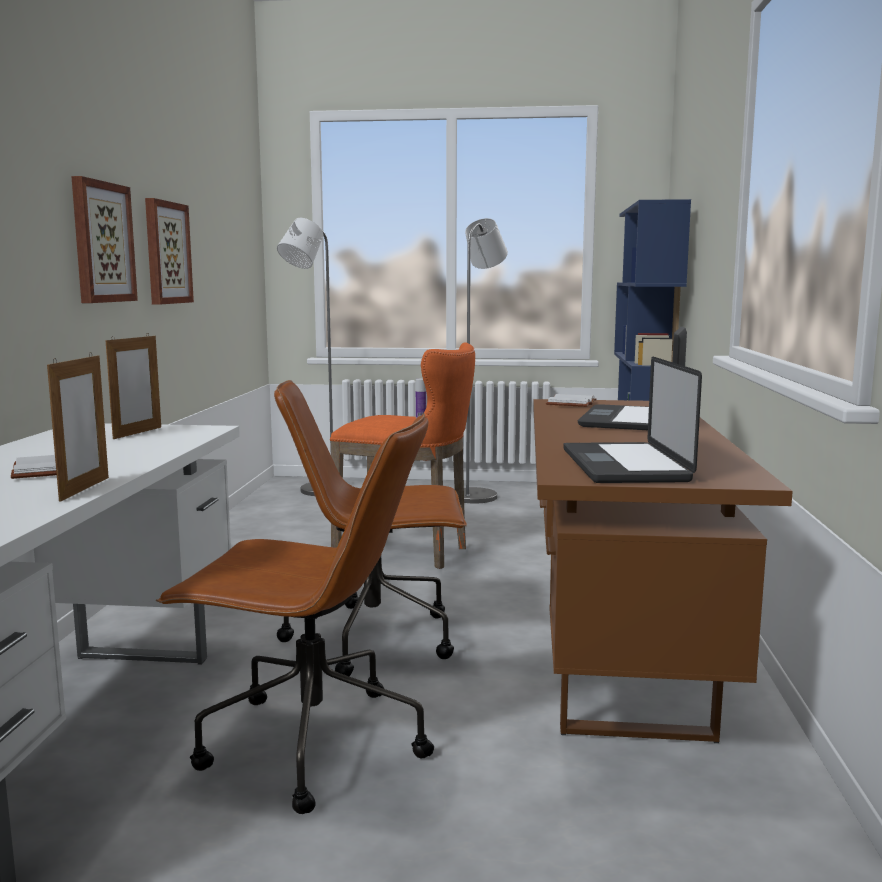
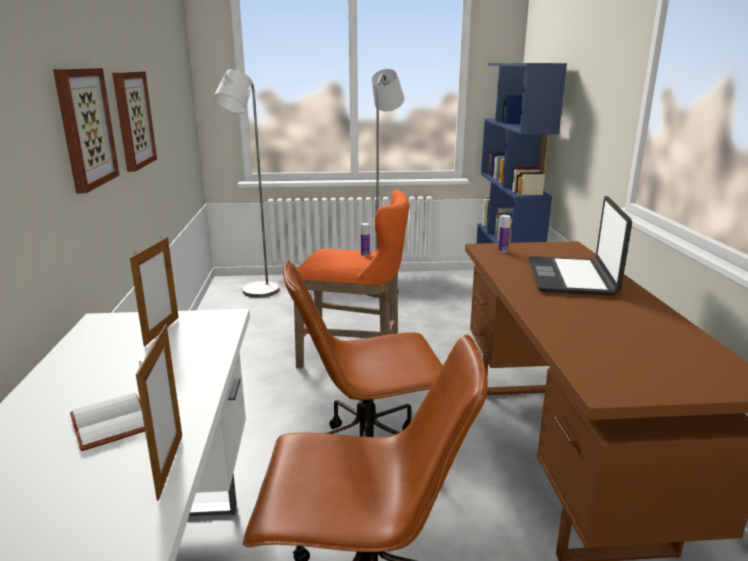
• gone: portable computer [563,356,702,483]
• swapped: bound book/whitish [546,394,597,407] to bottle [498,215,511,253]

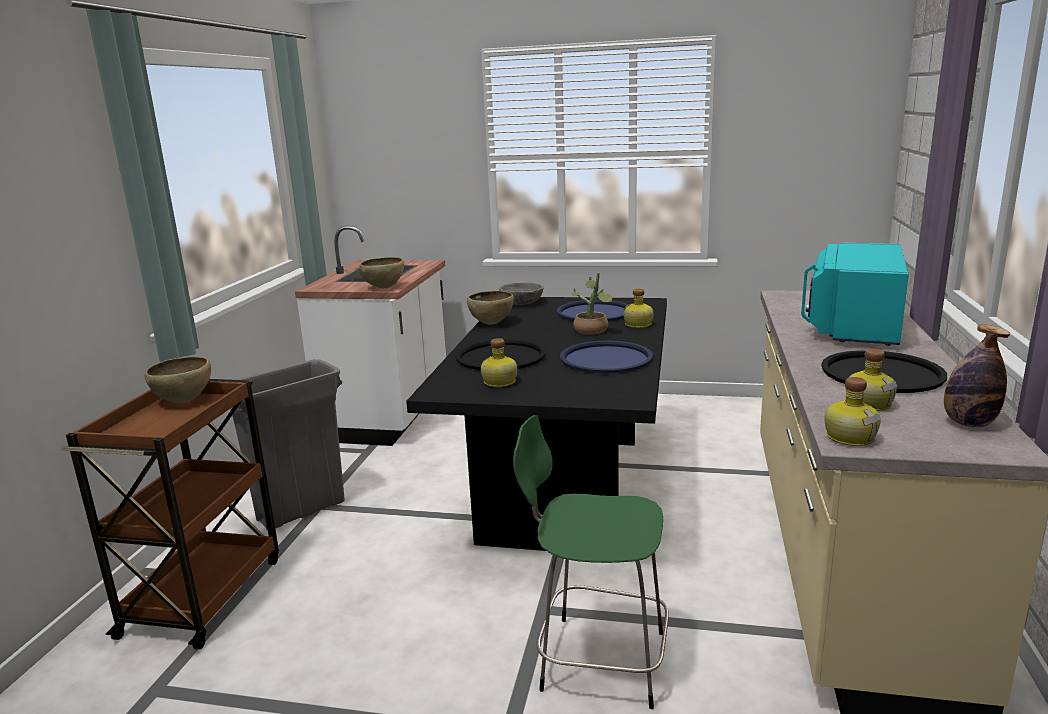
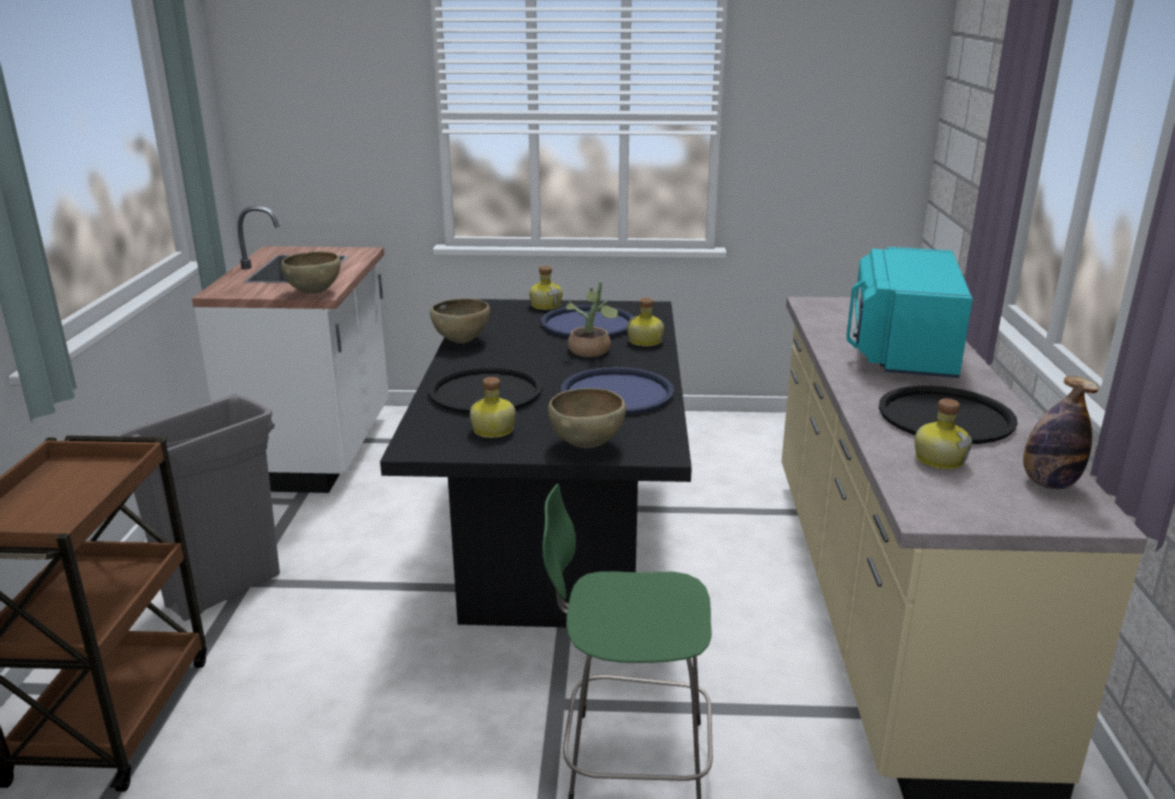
• gone: serving bowl/gray [499,282,544,305]
• shifted: serving bowl/brown [145,357,211,403] to [548,388,626,448]
• shifted: bottle [824,377,881,446] to [529,266,562,310]

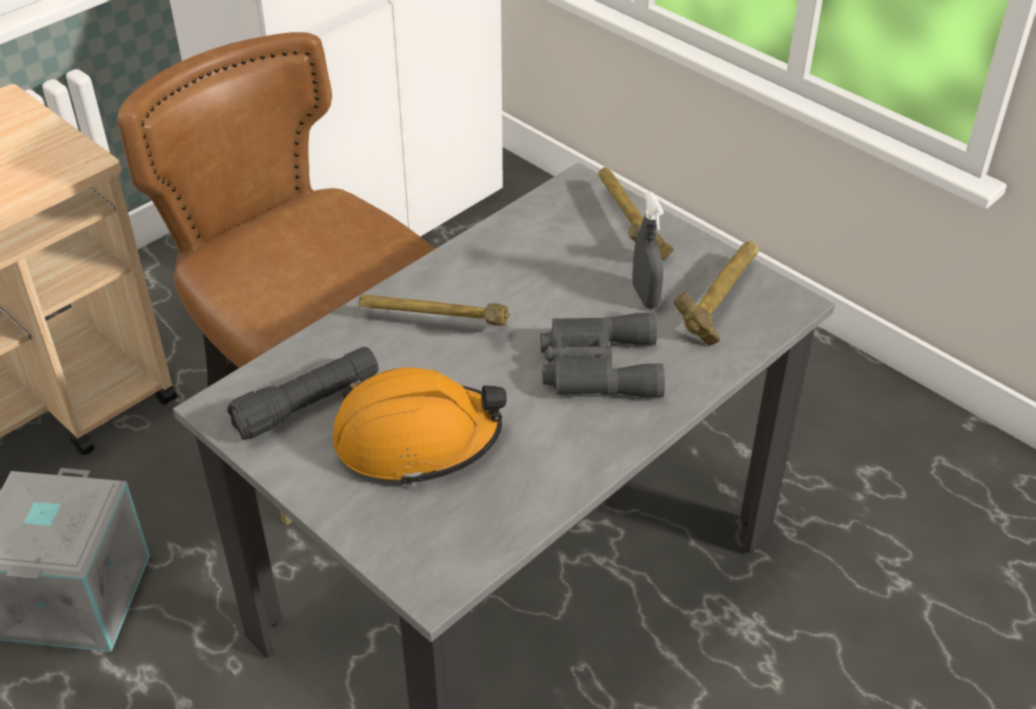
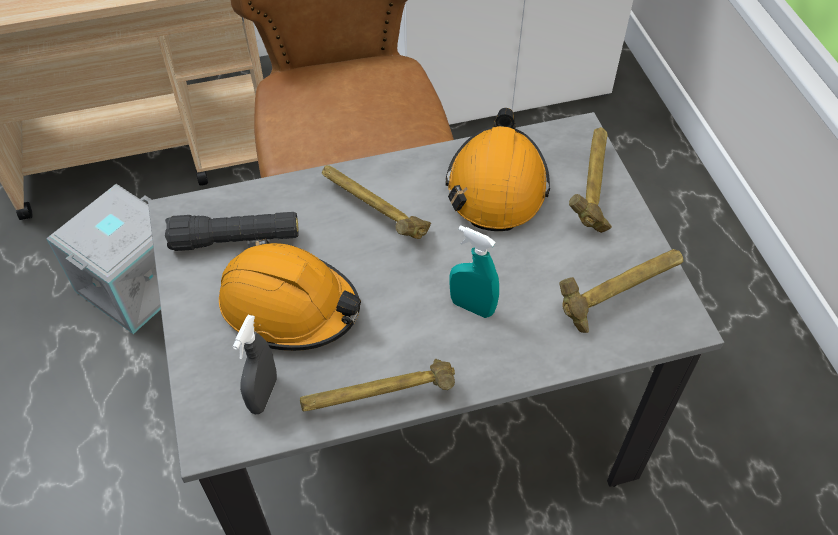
• new: hand hammer [300,359,455,411]
• new: safety helmet/orange [445,108,550,231]
• shifted: sprayer/gray [633,192,664,309] to [233,315,277,415]
• swapped: field glasses/gray [541,313,665,397] to sprayer/turquoise-coloured [449,225,499,318]

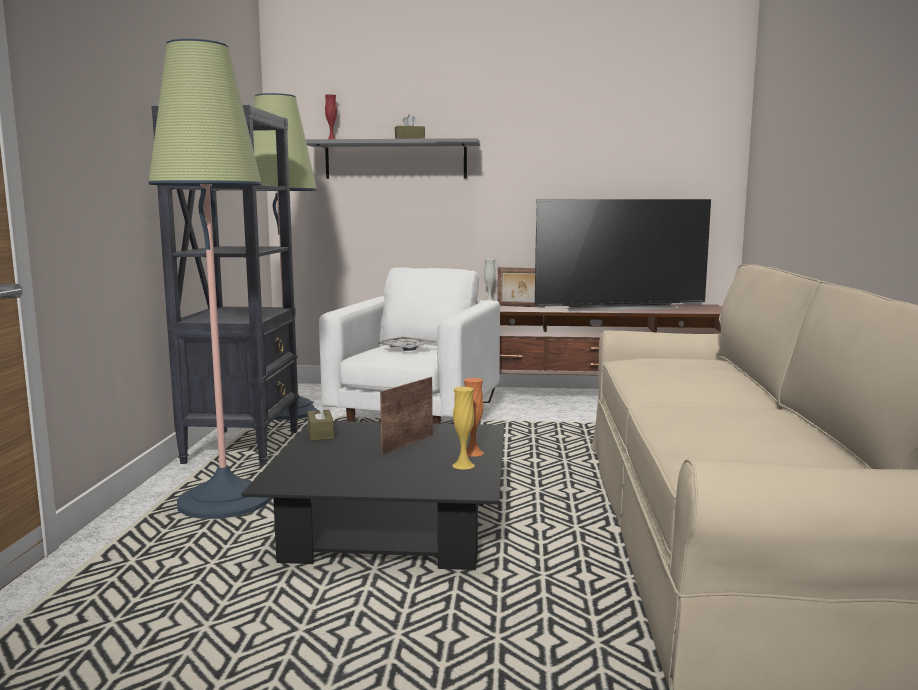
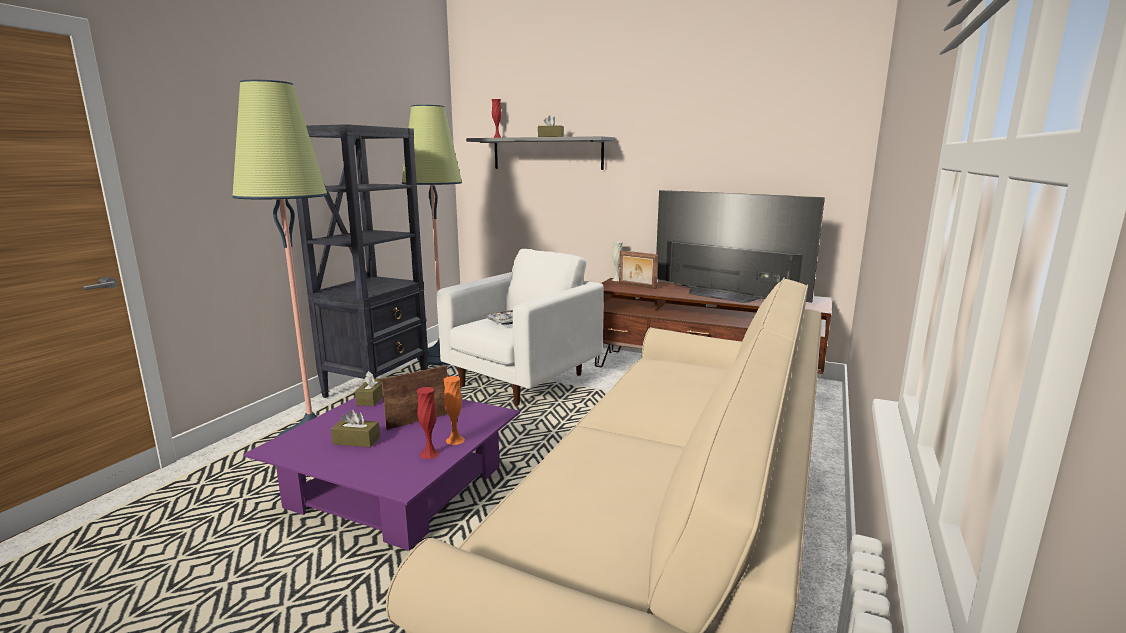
• new: box of tissues/brown [331,410,380,447]
• repainted: coffee table/blackish [241,421,504,570] to coffee table/purplish [244,397,520,551]
• repainted: flower vase/yellow [453,387,475,470] to flower vase/red [417,387,440,459]
• rotated: TV [535,199,711,311] = [656,190,825,303] 150 degrees counterclockwise

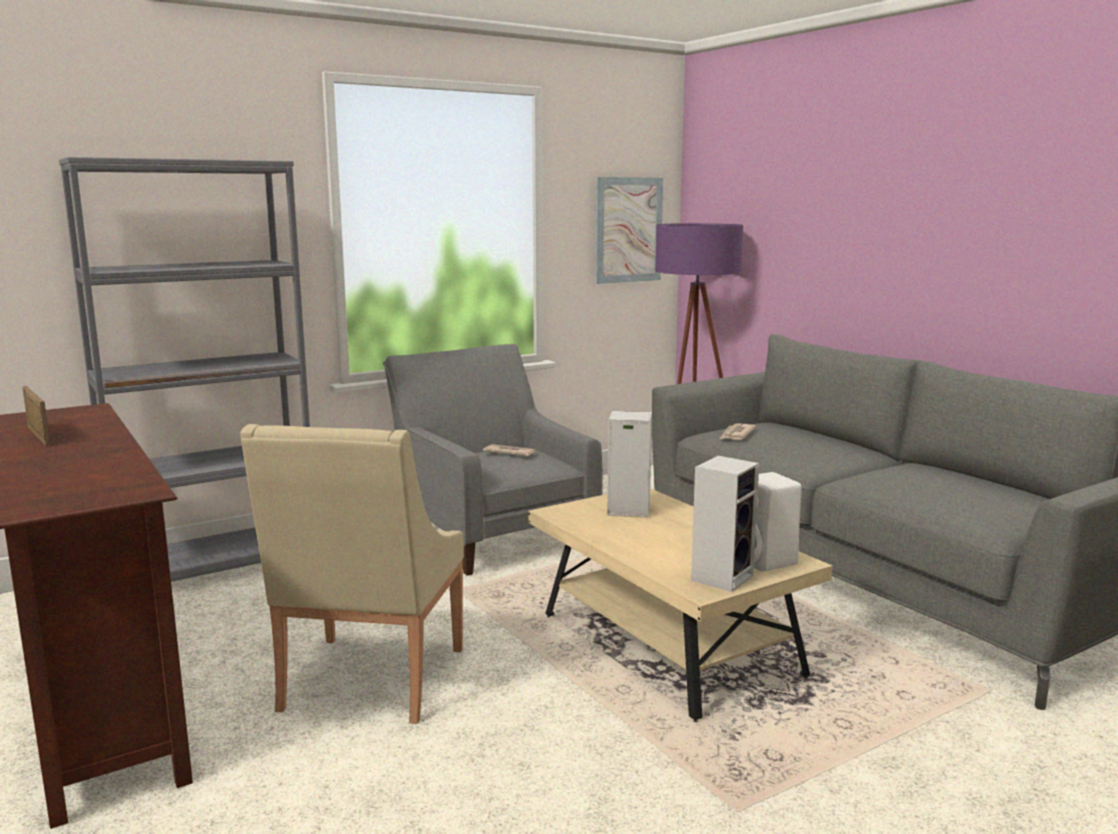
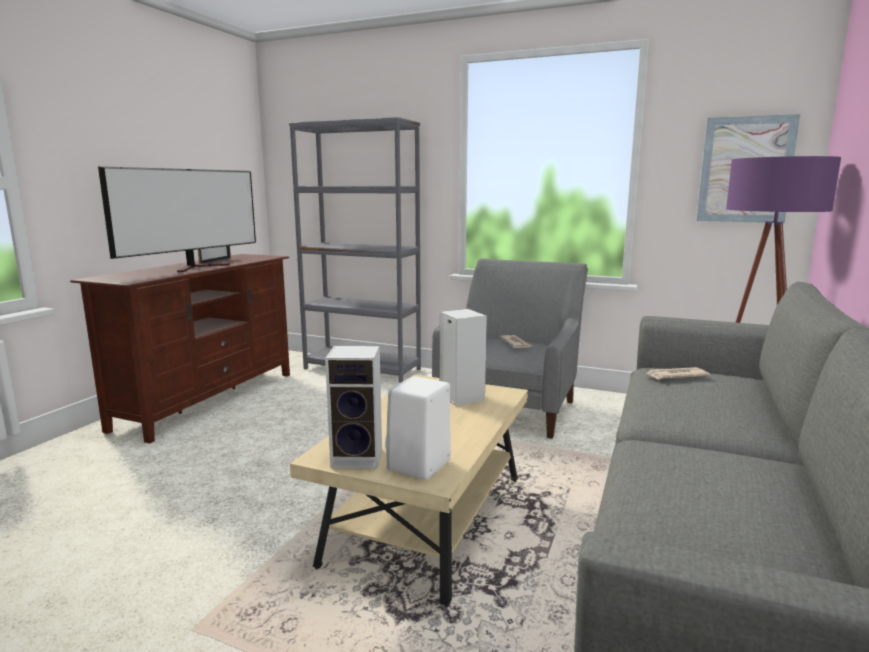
• gone: lounge chair/beige-coloured [240,424,464,724]
• new: TV [98,166,256,272]

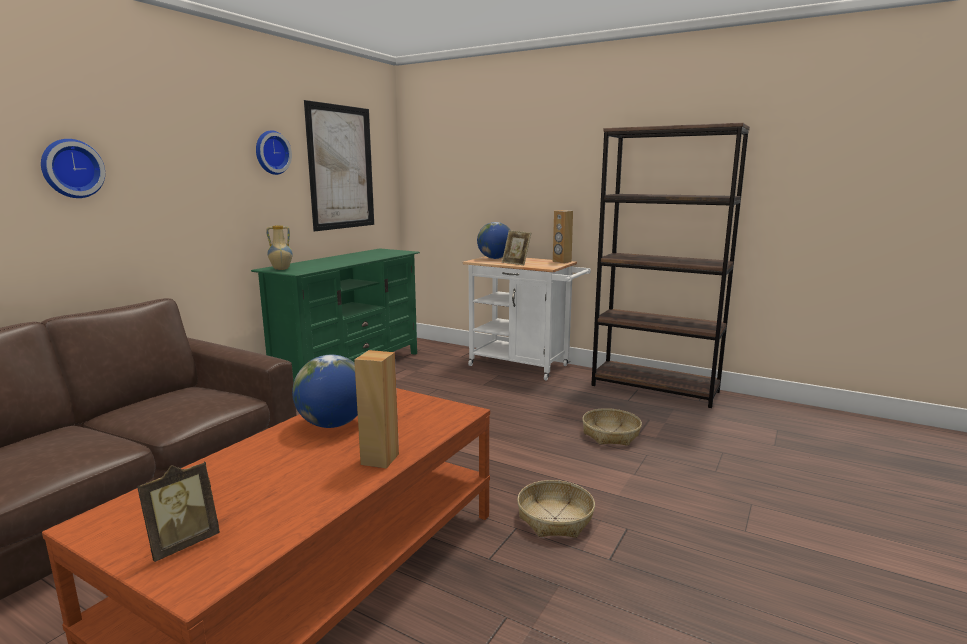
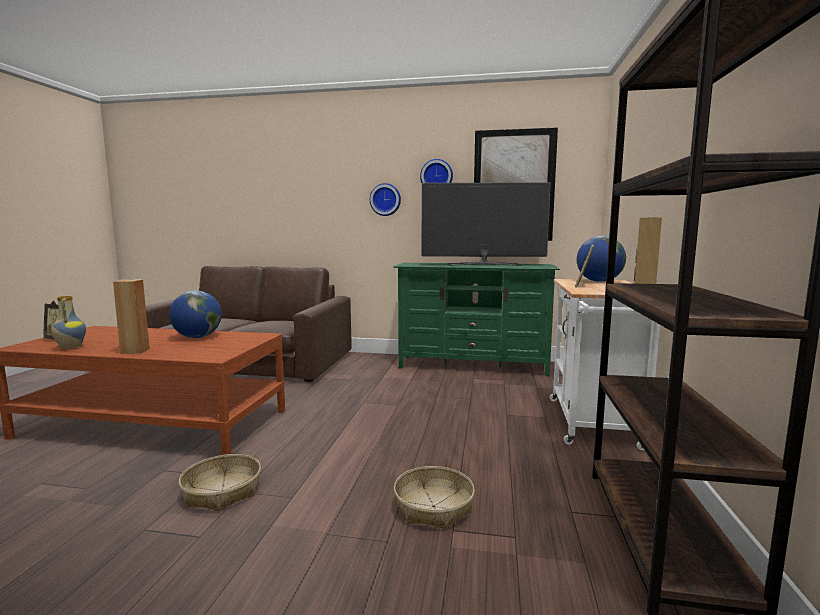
• new: TV [421,182,551,266]
• shifted: hanging clock [41,139,105,198] to [370,183,401,216]
• shifted: flower vase [266,225,293,270] to [51,296,86,349]

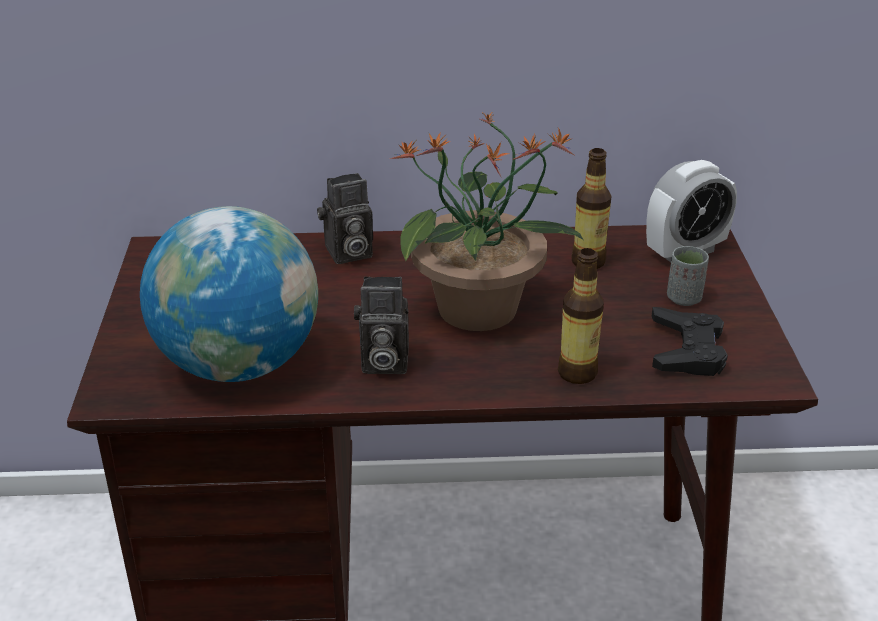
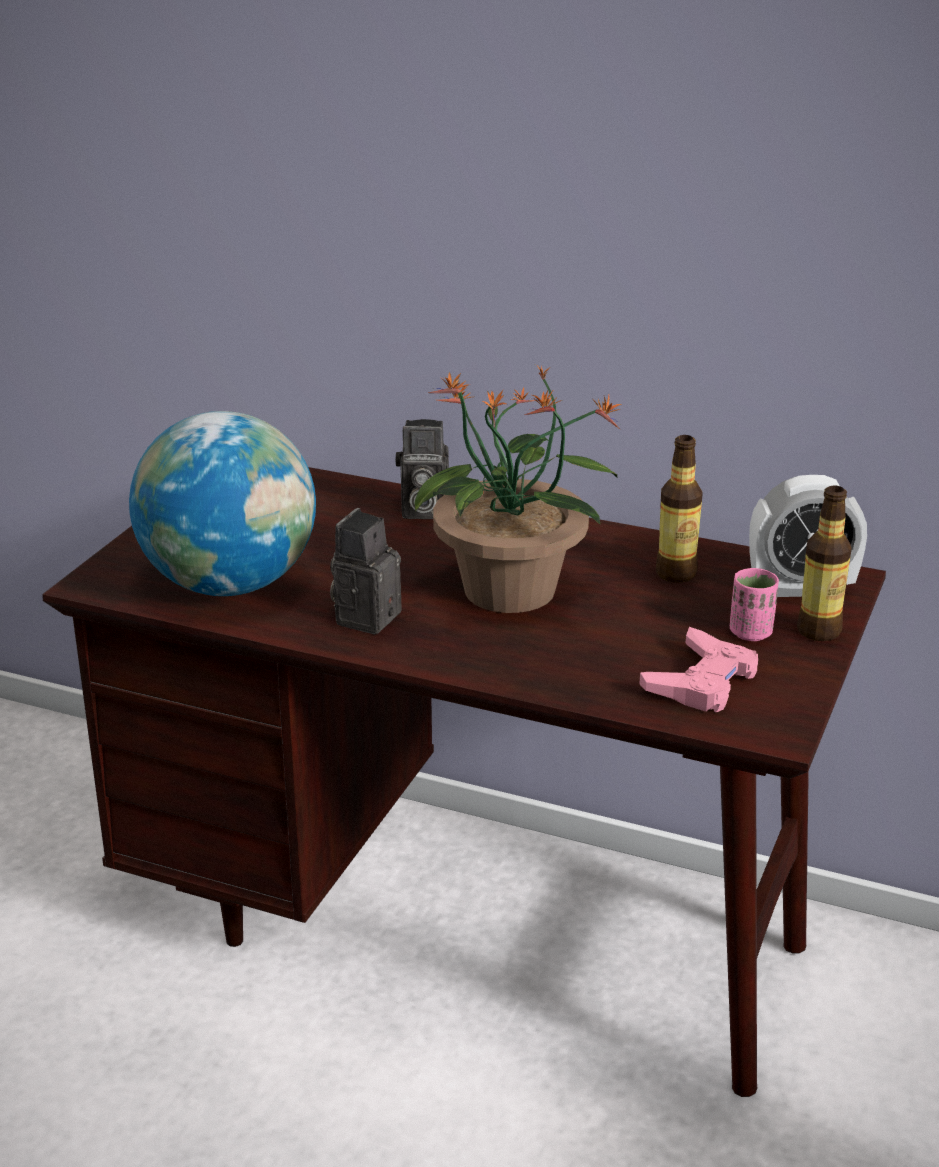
• shifted: bottle [558,248,604,384] to [797,486,852,641]
• repainted: gamepad/blackish [652,307,728,376] to gamepad/pinkish [640,627,758,712]
• repainted: small cup/gray [667,246,709,306] to small cup/pinkish [730,568,779,641]
• rotated: photo camera [354,276,409,374] = [330,508,402,634] 90 degrees clockwise

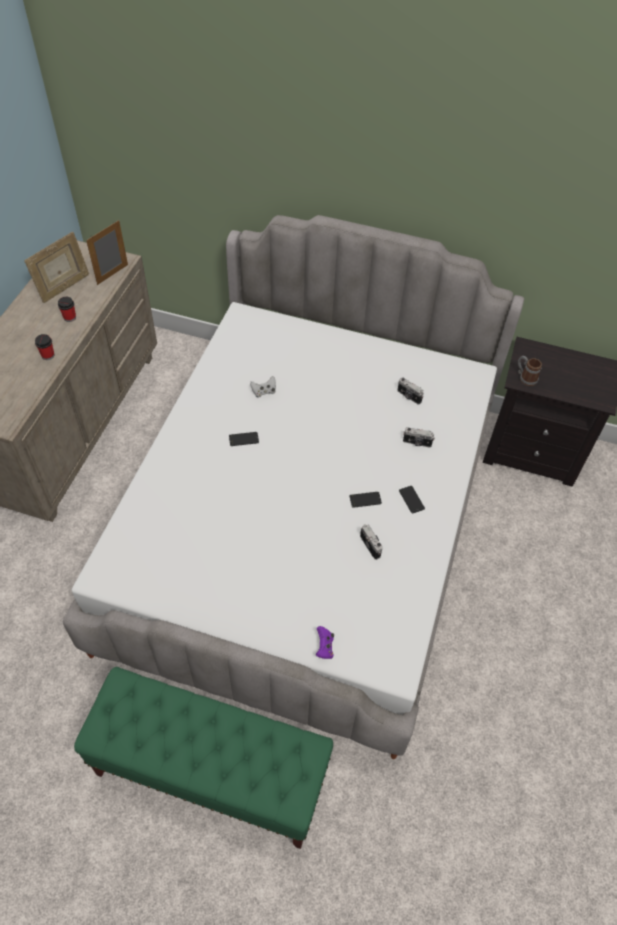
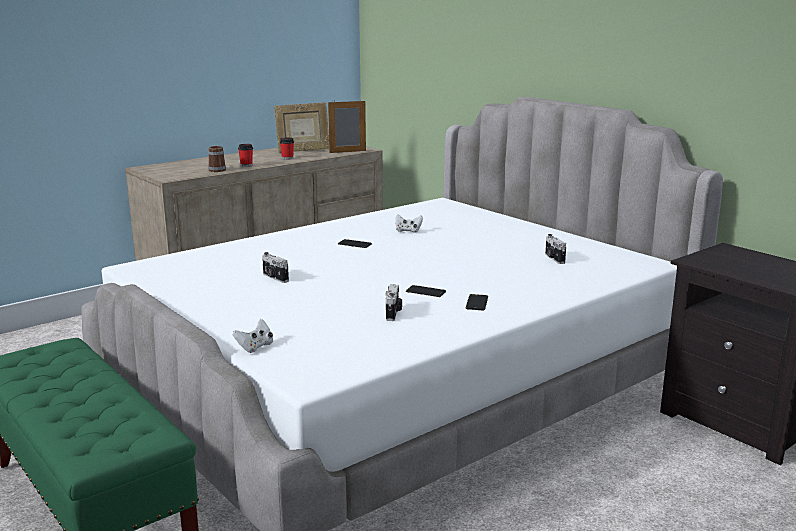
• shifted: photo camera [403,427,435,448] to [262,252,289,283]
• shifted: mug [518,356,542,386] to [208,145,226,172]
• repainted: gamepad/purplish [316,626,334,659] to gamepad/whitish [233,319,273,353]

